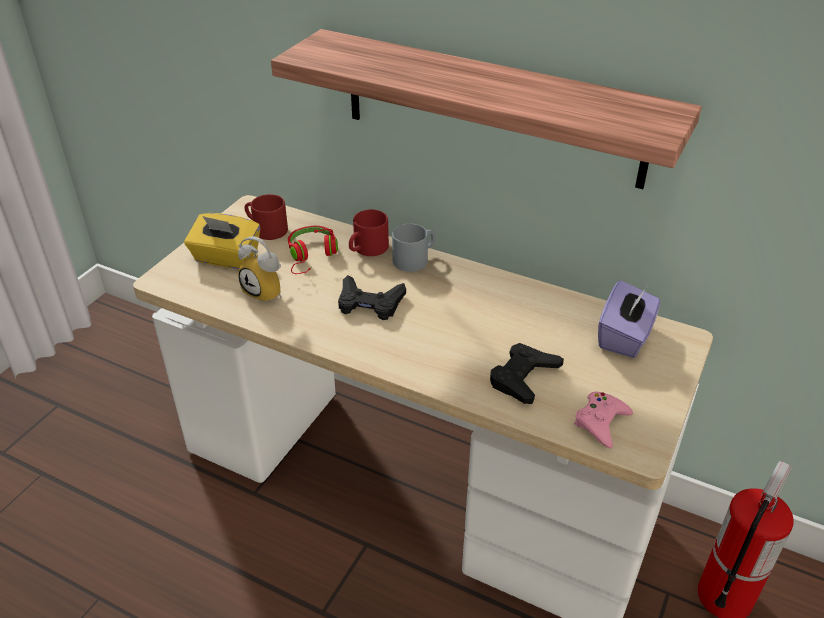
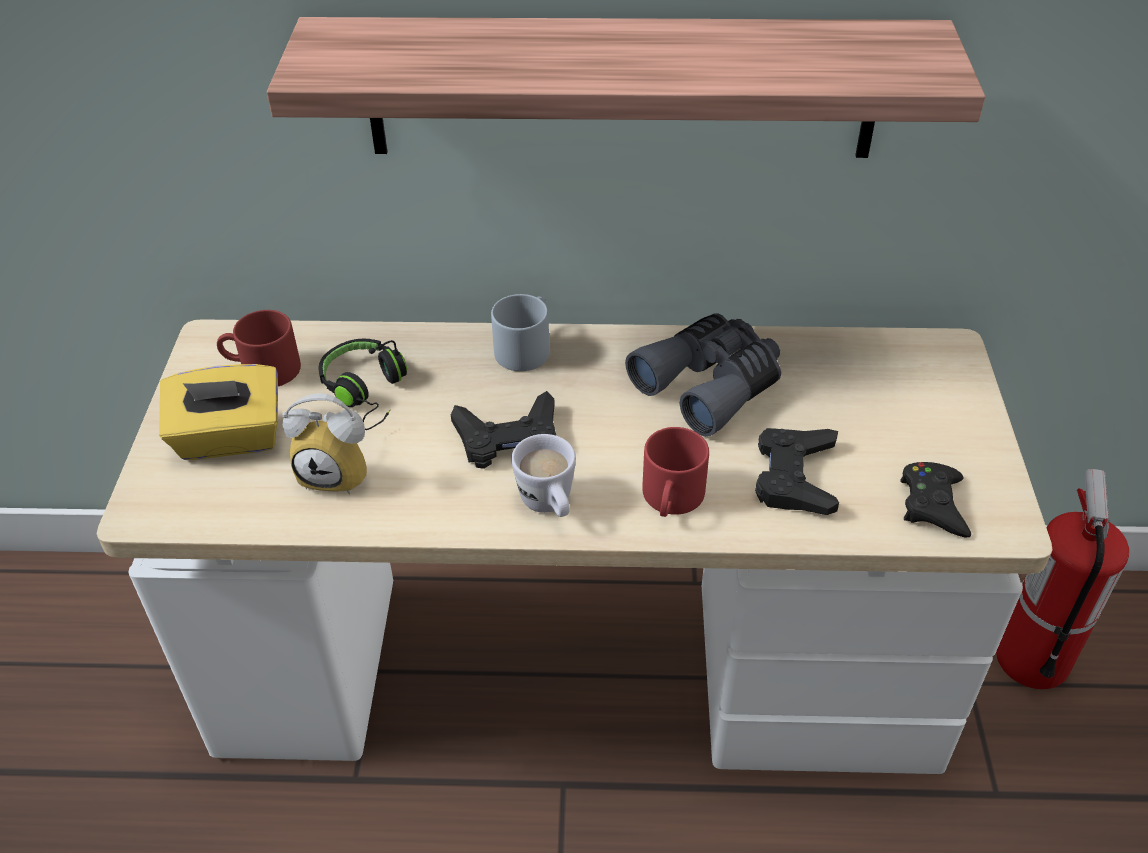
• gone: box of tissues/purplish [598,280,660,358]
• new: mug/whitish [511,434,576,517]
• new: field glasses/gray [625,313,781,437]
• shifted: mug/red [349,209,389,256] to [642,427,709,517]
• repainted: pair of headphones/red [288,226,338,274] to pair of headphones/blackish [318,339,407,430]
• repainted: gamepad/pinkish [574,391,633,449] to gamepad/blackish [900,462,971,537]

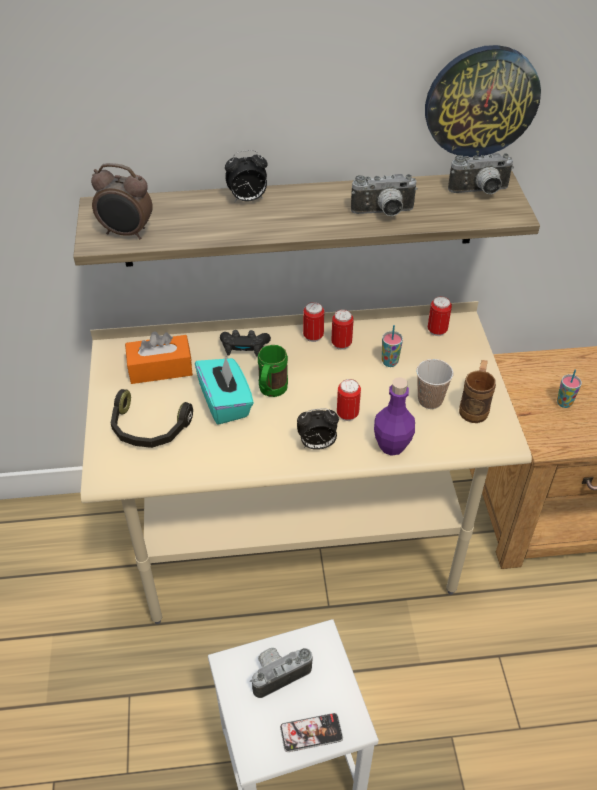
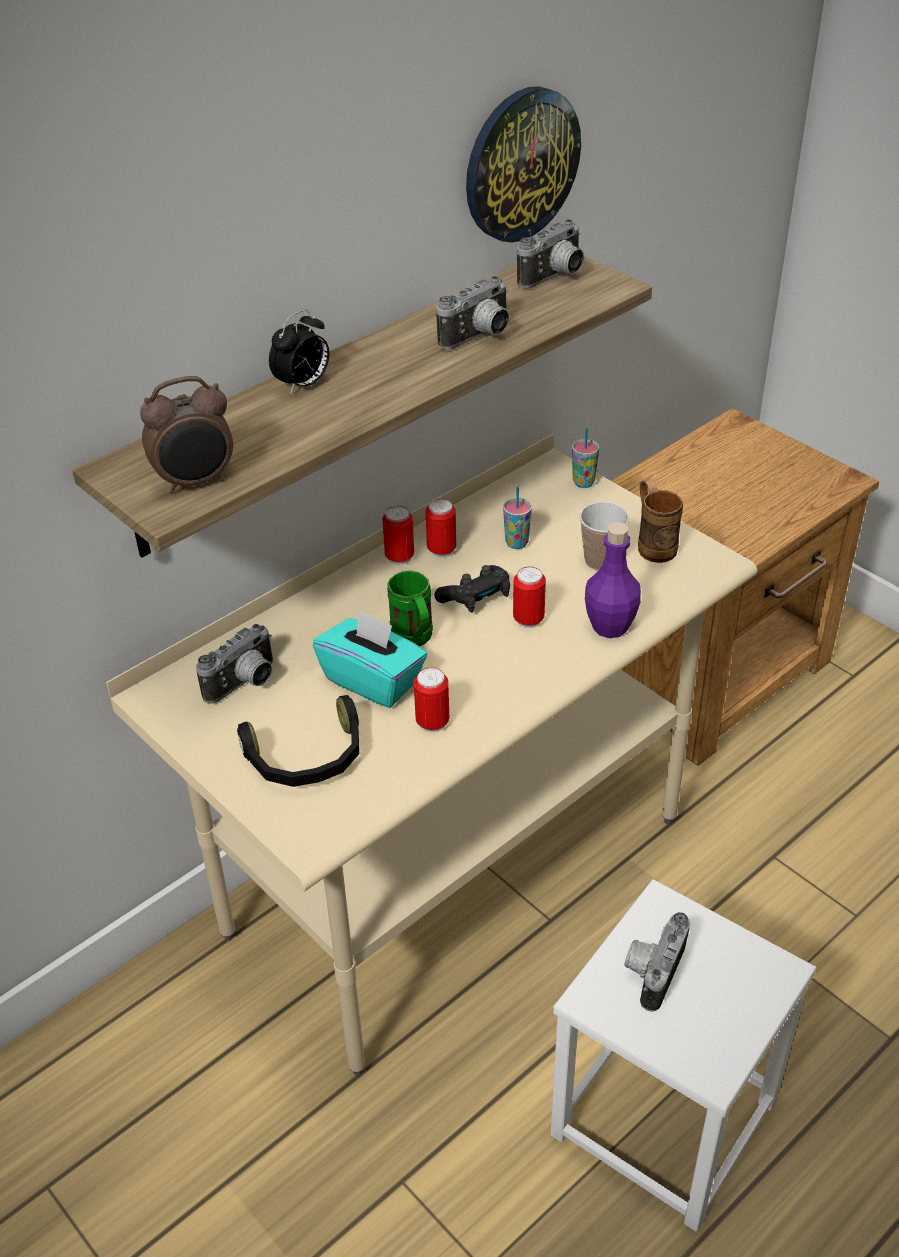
• gone: handset [280,713,343,752]
• gone: alarm clock [297,408,339,450]
• shifted: gamepad/blackish [220,330,271,357] to [434,565,510,613]
• shifted: can [428,296,452,336] to [414,667,449,732]
• shifted: small cup [557,369,582,408] to [572,427,599,488]
• swapped: box of tissues/orange [125,331,193,384] to photo camera [196,624,273,704]

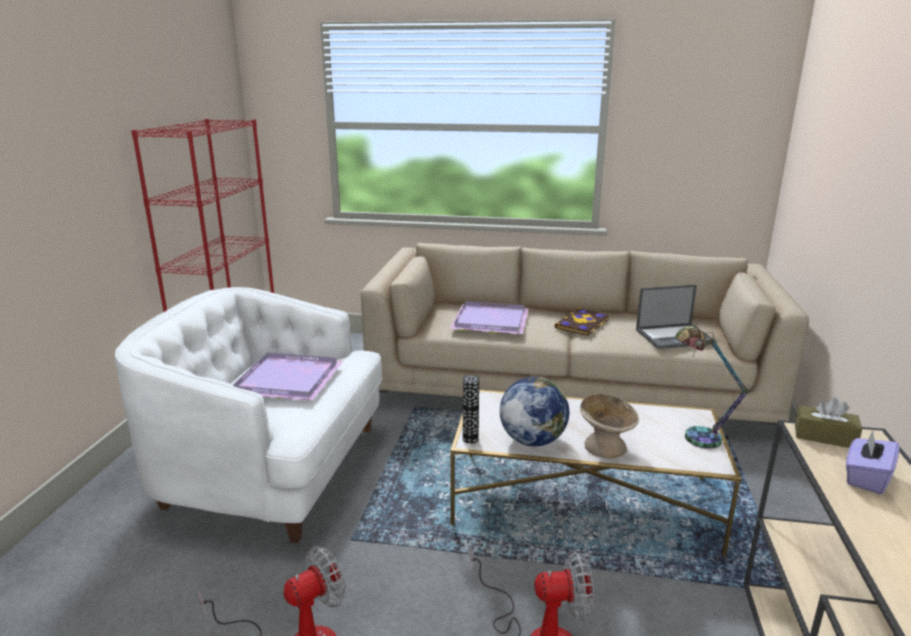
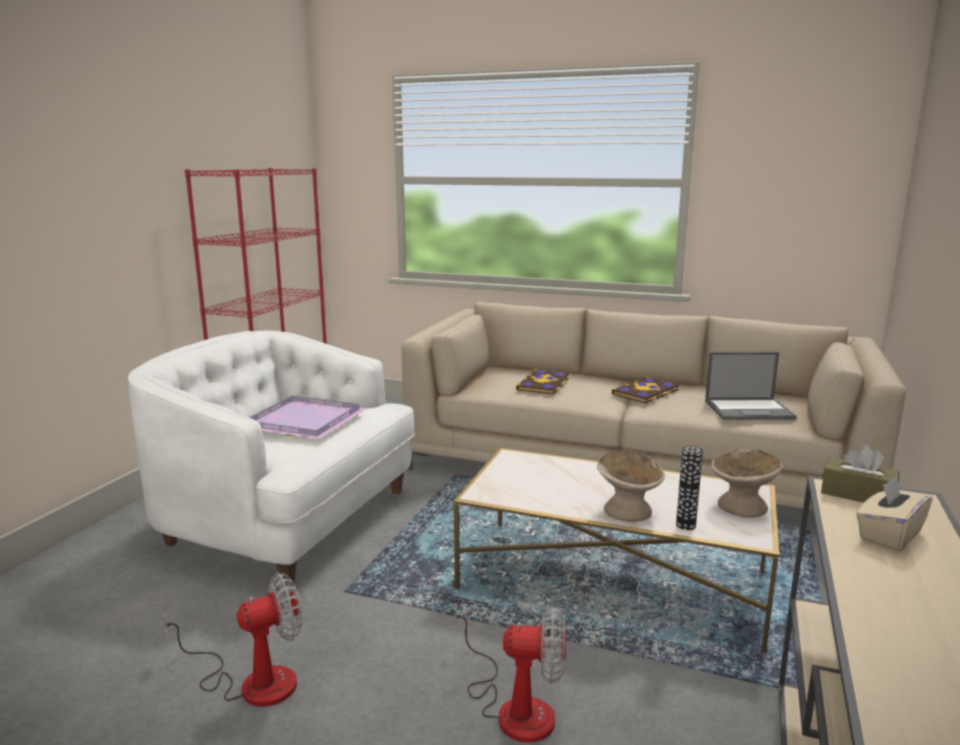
• gone: world globe [500,377,569,446]
• shifted: flower vase [463,375,479,444] to [676,446,703,530]
• swapped: carrying tray/purplish [449,301,529,334] to bound book [516,369,569,395]
• swapped: lamp for a table [675,327,752,449] to serving bowl/beige-coloured [711,449,783,518]
• repainted: box of tissues/purplish [846,430,899,494] to box of tissues/beige-coloured [856,476,933,552]

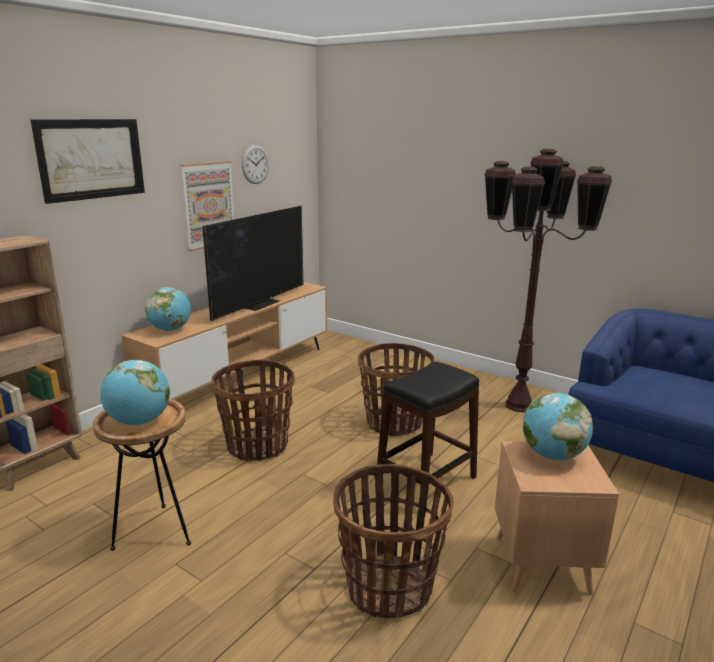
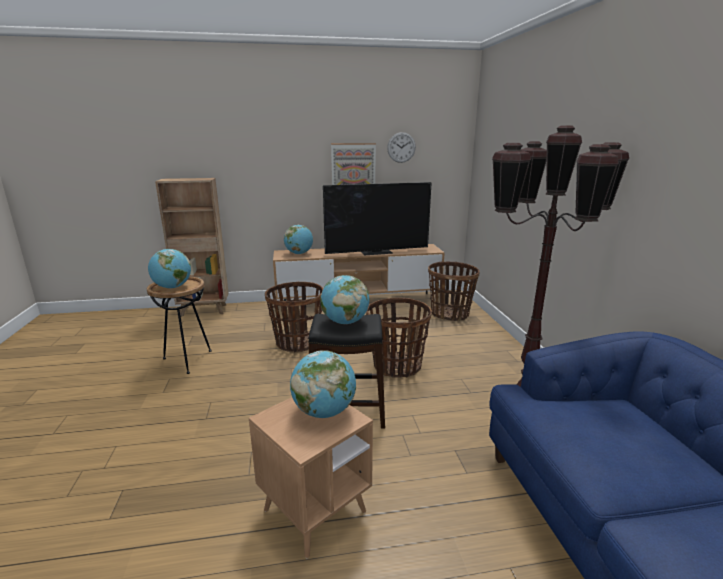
• gone: wall picture [31,119,145,204]
• new: world globe [320,275,370,324]
• shifted: storage basket [333,464,454,618] to [428,261,480,321]

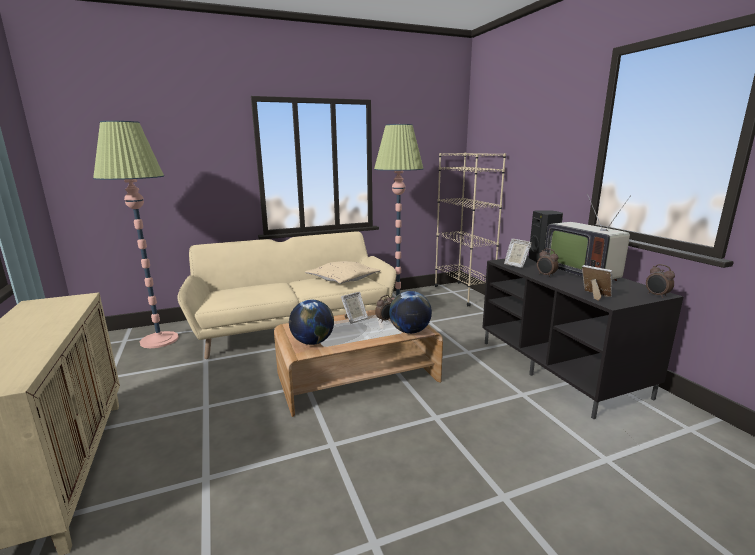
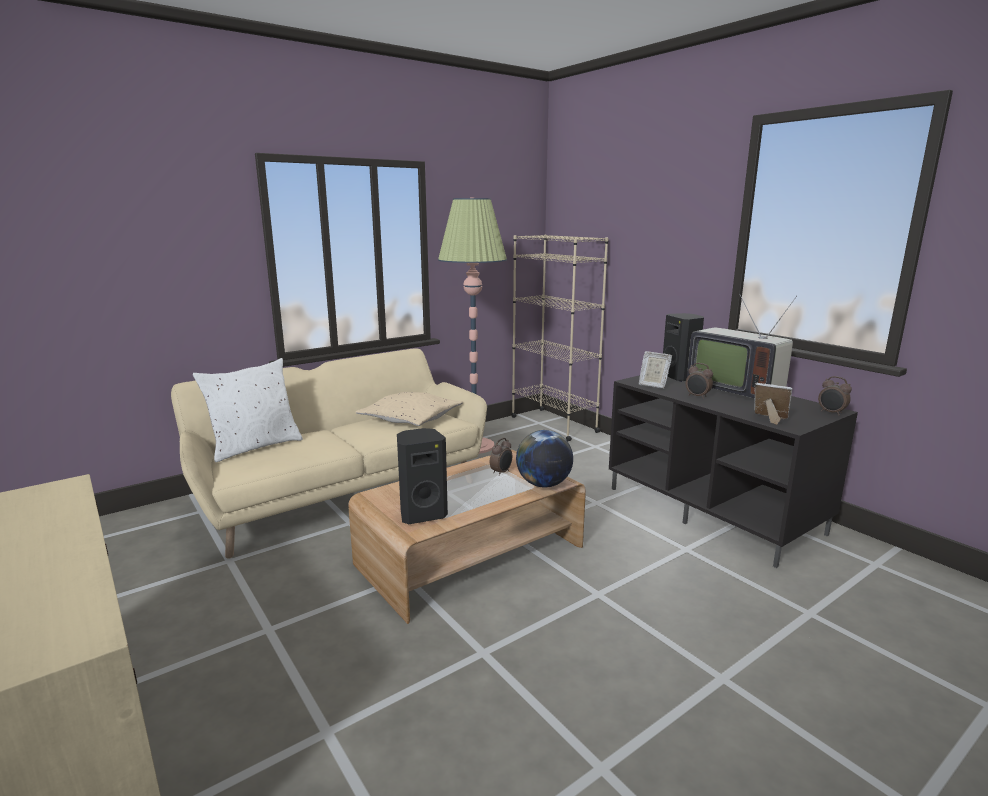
• gone: standing lamp [93,121,179,348]
• gone: picture frame [341,292,368,324]
• new: pillow/whitish [193,358,303,462]
• swapped: world globe [289,300,334,345] to audio speaker/blackish [397,428,448,524]

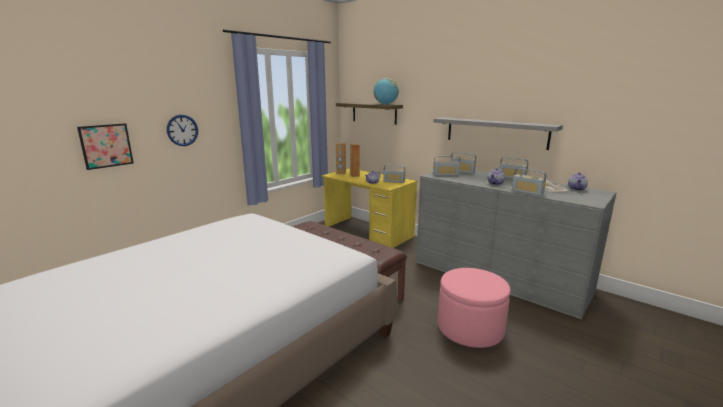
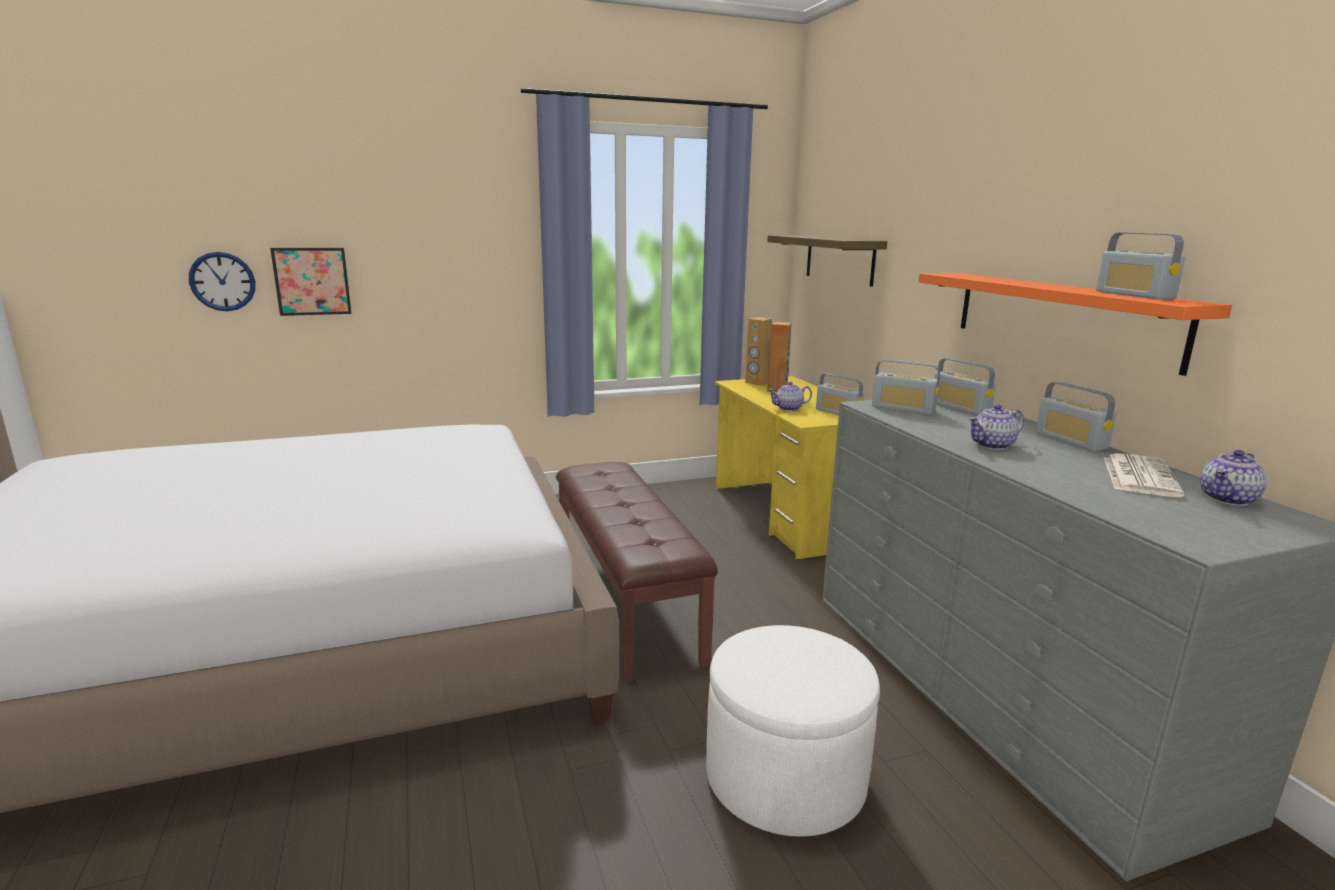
• gone: world globe [373,78,399,105]
• shifted: hanging clock [167,115,198,146] to [189,252,256,311]
• shifted: radio receiver [512,168,546,196] to [1096,232,1185,299]
• repainted: wall shelf/gray [434,117,563,150] to wall shelf/orange [918,273,1232,376]
• repainted: footrest/pinkish [438,268,511,348] to footrest/whitish [706,625,880,837]

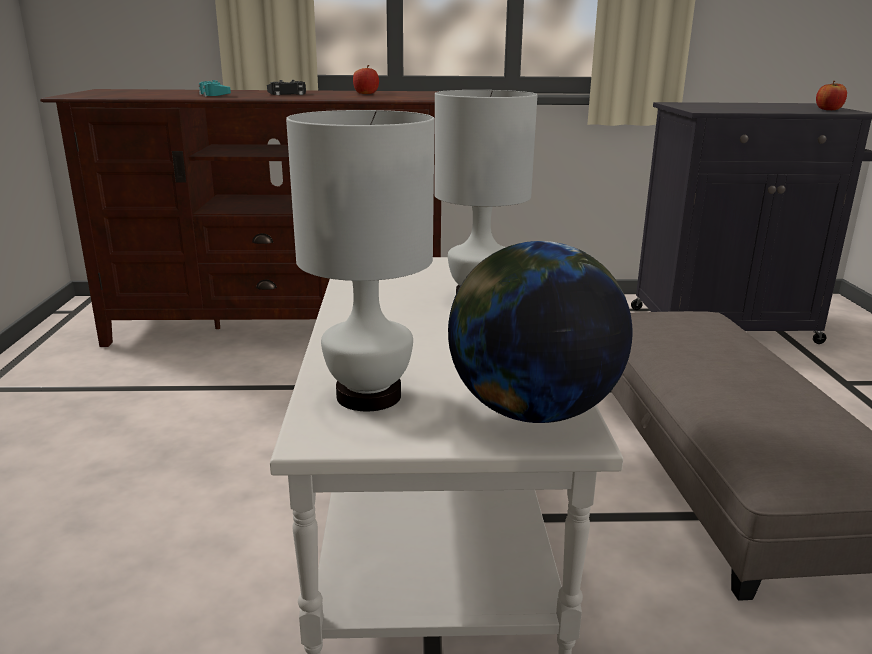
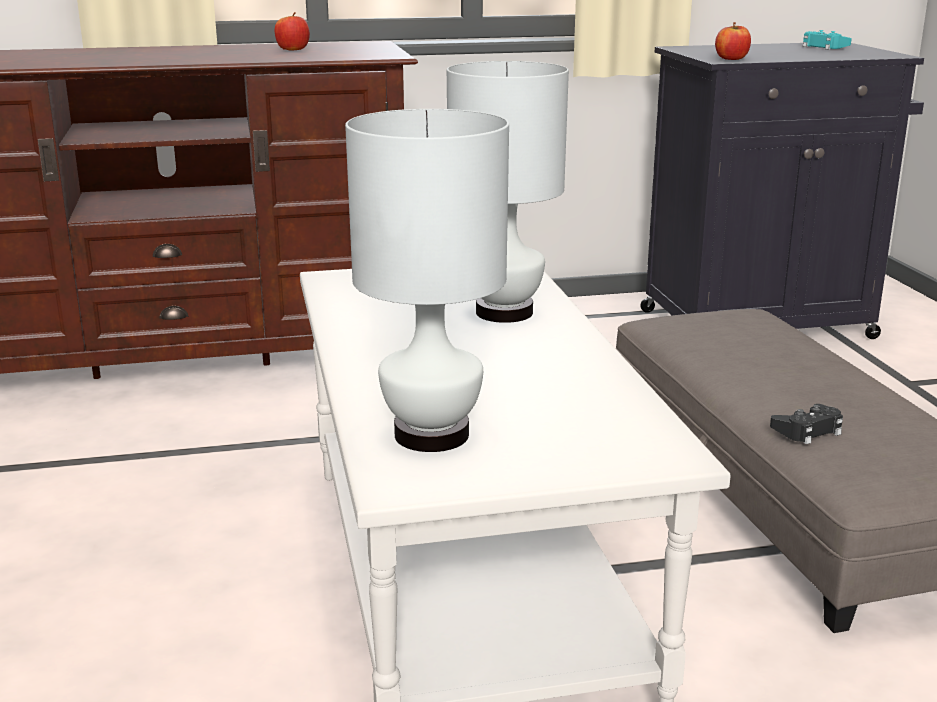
• gone: world globe [448,241,633,423]
• shifted: gamepad/turquoise-coloured [199,80,231,96] to [803,30,852,49]
• shifted: gamepad/blackish [267,80,306,95] to [770,404,843,444]
• shifted: apple [816,81,847,110] to [715,22,751,60]

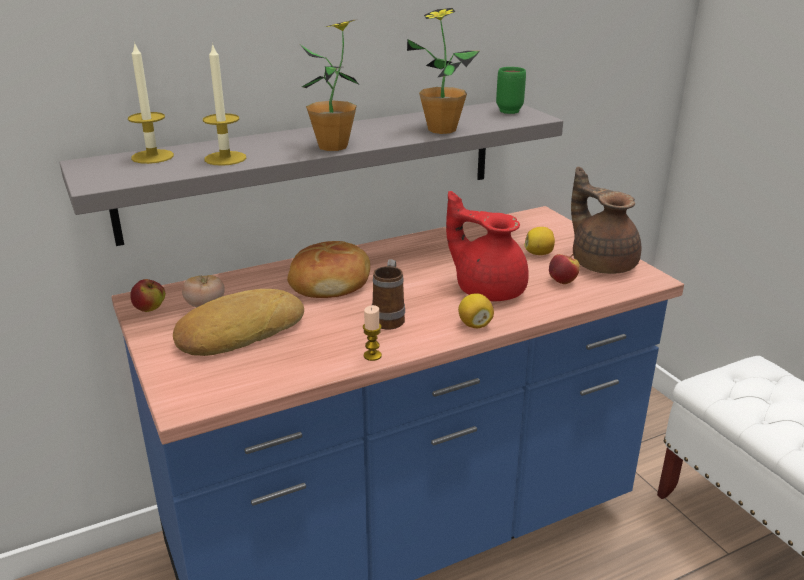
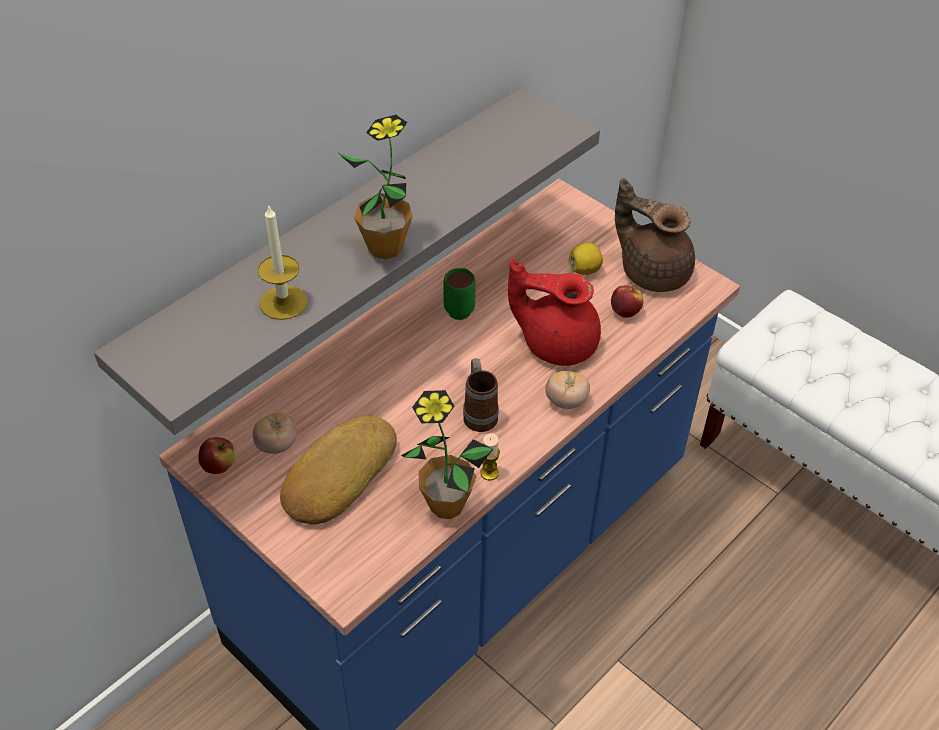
• gone: wax candle [128,42,174,164]
• gone: bread [287,241,370,298]
• shifted: potted plant [407,8,480,134] to [401,390,493,519]
• shifted: mug/green-coloured [496,67,526,114] to [443,268,476,320]
• swapped: citrus fruit [458,293,494,328] to tomato [545,371,590,409]

